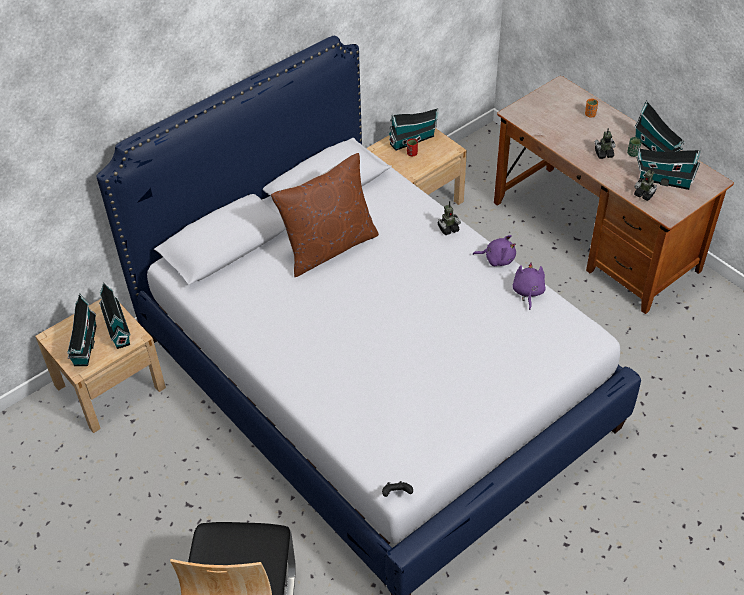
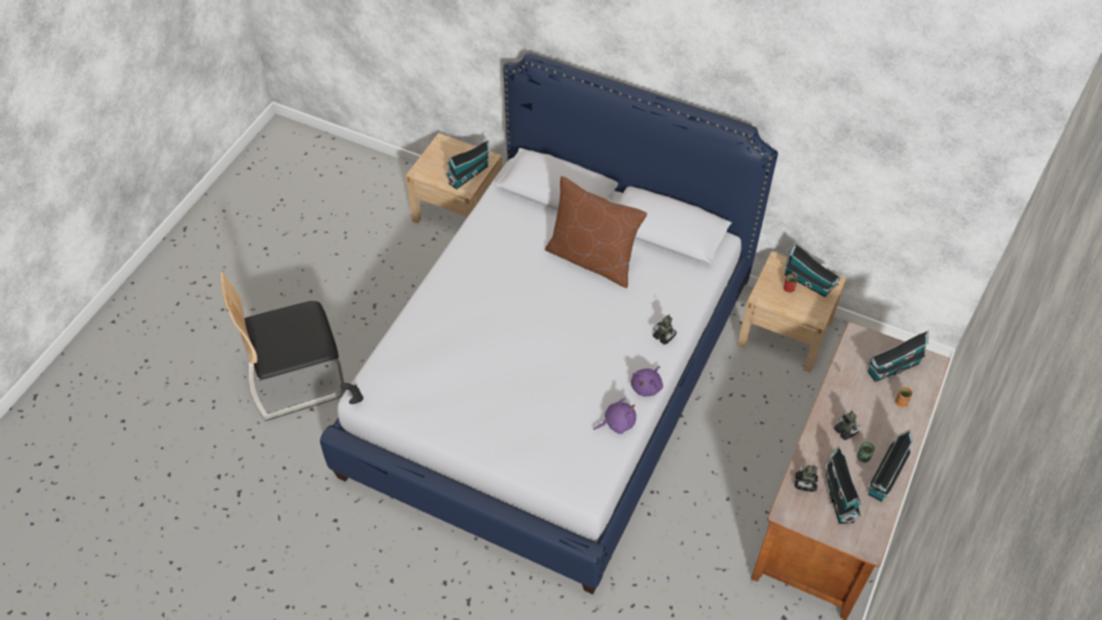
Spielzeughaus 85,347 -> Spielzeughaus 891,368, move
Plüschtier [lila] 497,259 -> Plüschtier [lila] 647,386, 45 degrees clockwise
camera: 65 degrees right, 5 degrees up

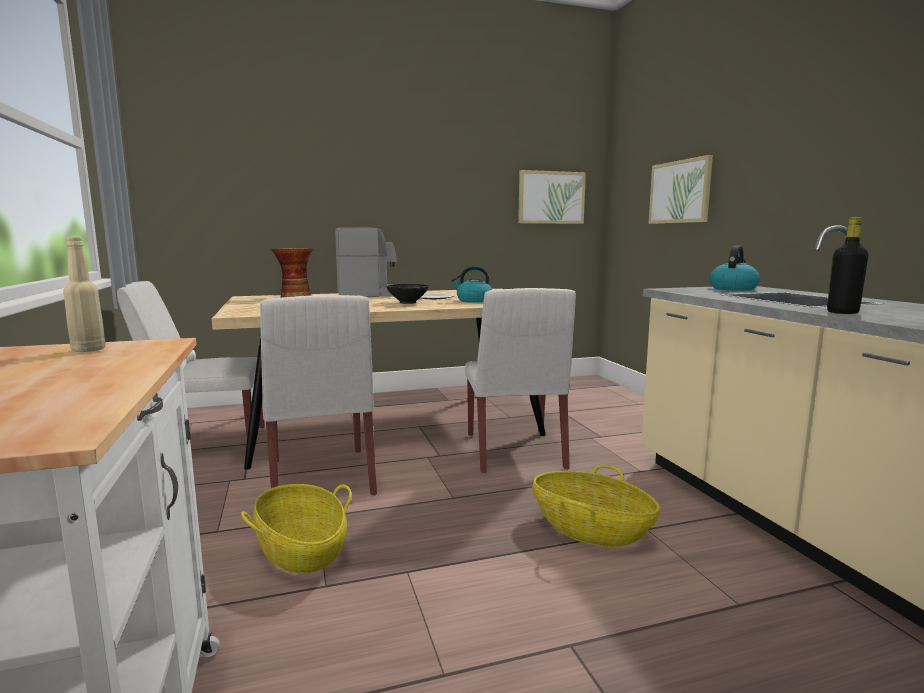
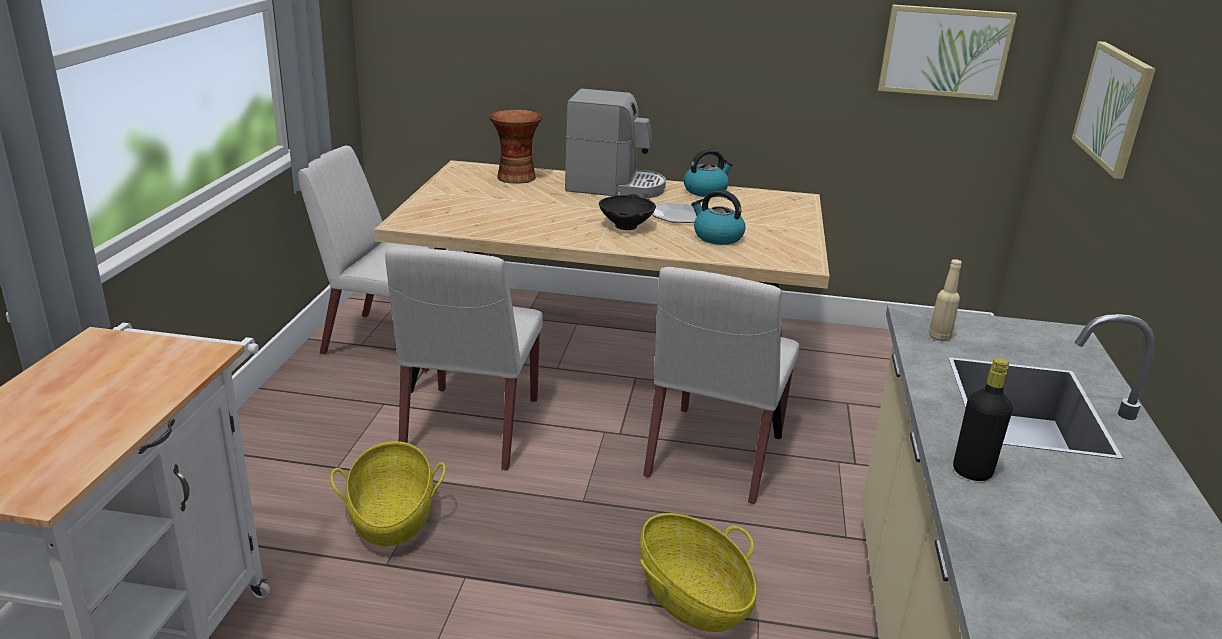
Flasche [beige] 88,350 -> Flasche [beige] 939,337, move
Wasserkessel 733,288 -> Wasserkessel 706,191, move
camera: 25 degrees right, 15 degrees up

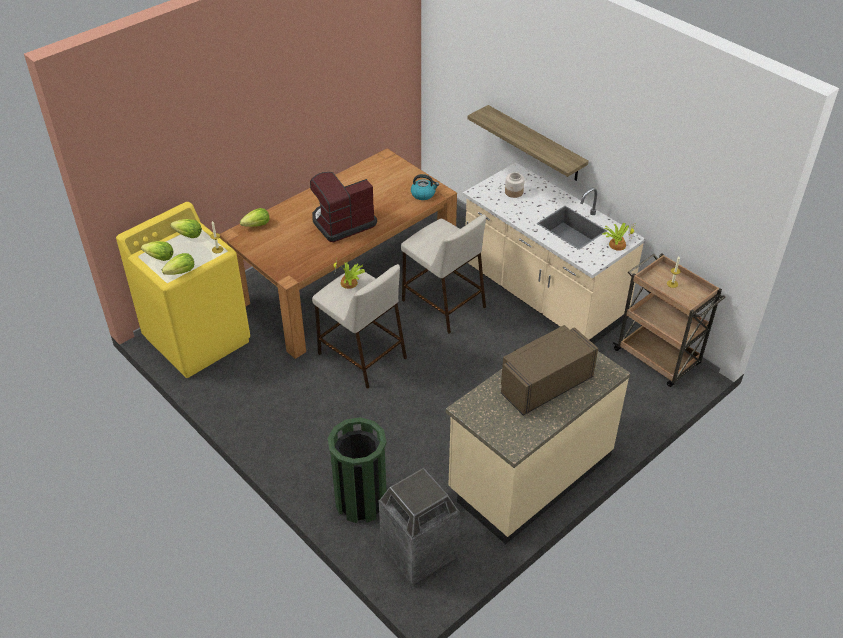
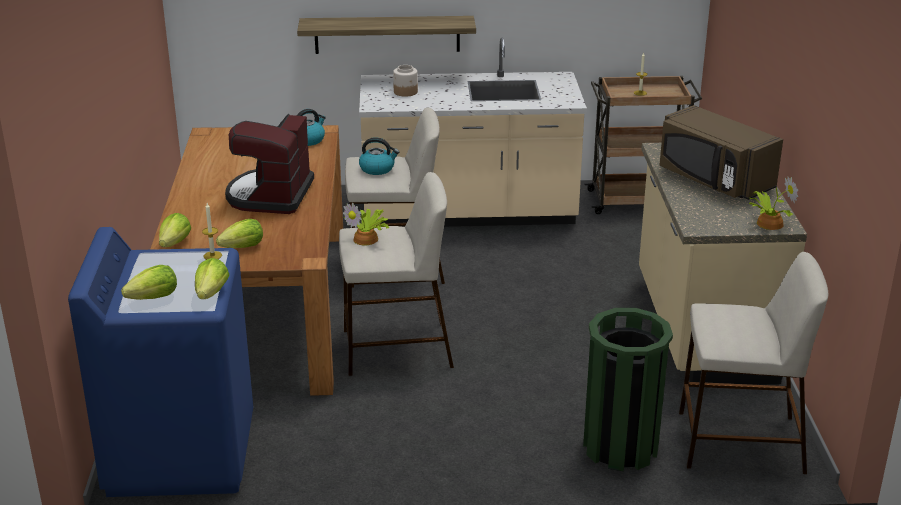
none -> Wasserkessel 377,169
Salatkopf 188,235 -> Salatkopf 243,247, move
Topfpflanze 616,244 -> Topfpflanze 768,223, move
Mülleimer 419,553 -> Hocker [beige] 738,442
Waschmaschine [gelb] 198,339 -> Waschmaschine [blau] 181,453
Mikrowelle [braun] 544,384 -> Mikrowelle [braun] 713,180, 45 degrees counterclockwise
camera: 50 degrees left, 15 degrees down

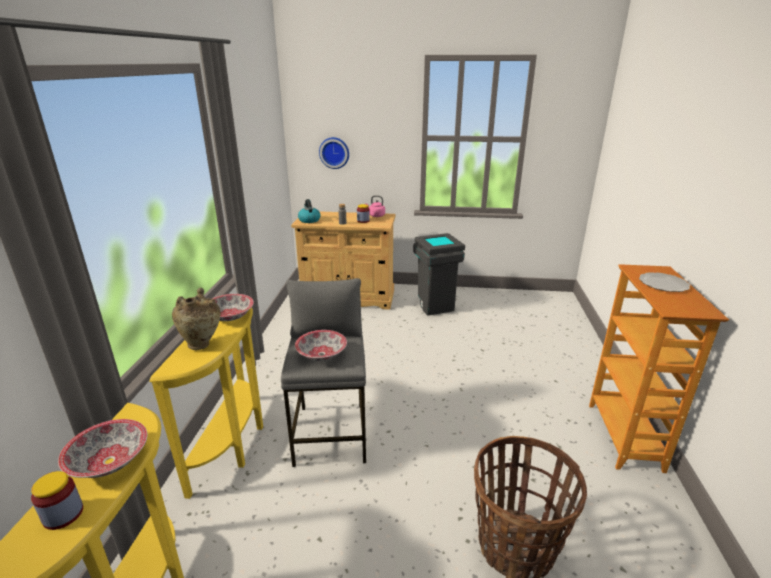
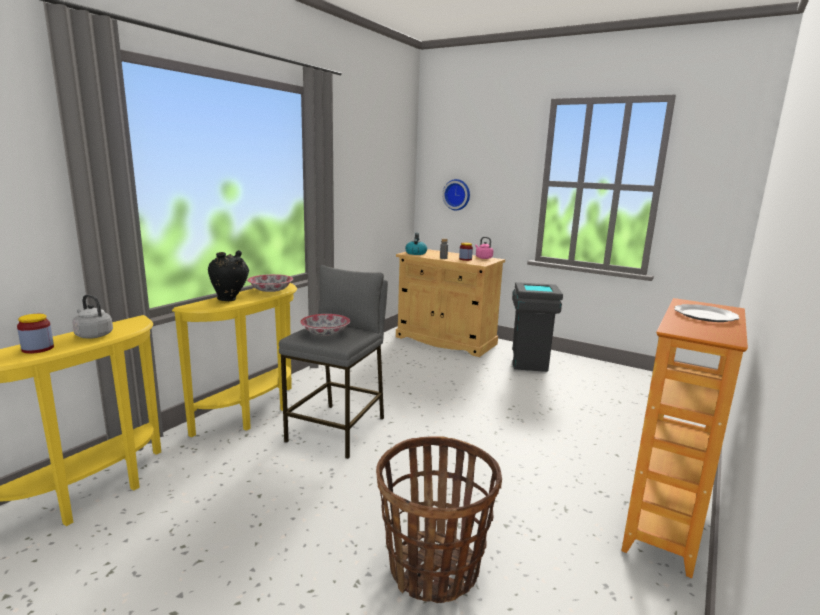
Schüssel 108,461 -> Wasserkessel [grau] 93,335
Vase [beige] 202,344 -> Vase [schwarz] 230,299
camera: 25 degrees right, 10 degrees down

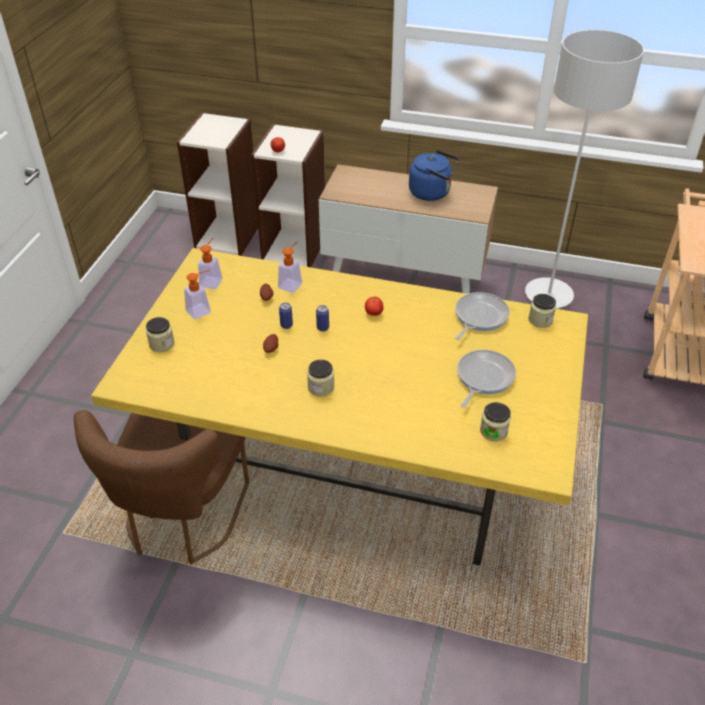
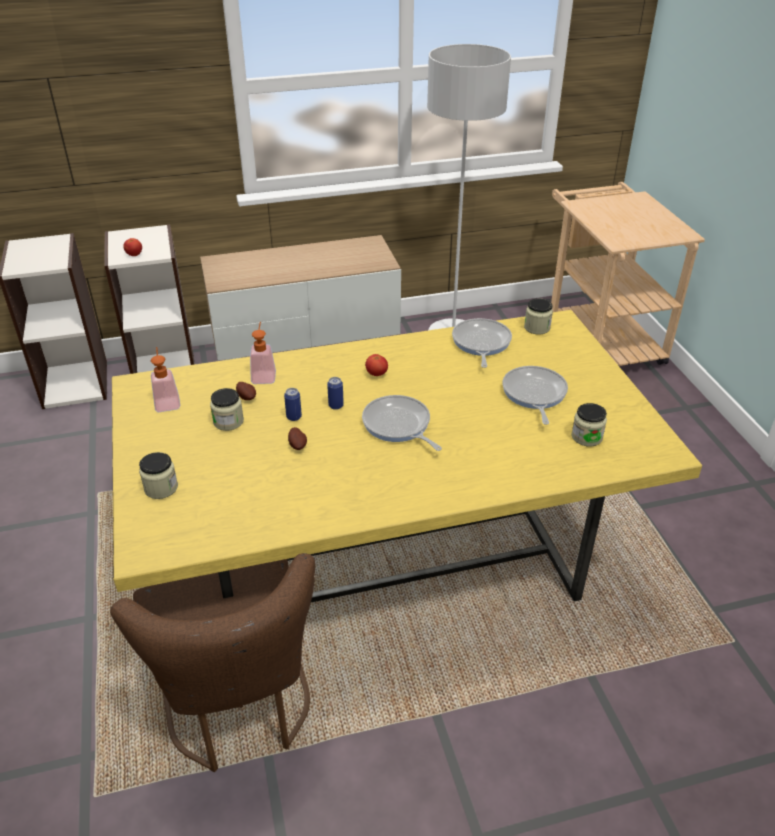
Seifenspender 202,310 -> none
Wasserkessel [blau] 432,193 -> none
none -> Pfanne 398,425
Vorratsglas 321,387 -> Vorratsglas 228,421, move
camera: 30 degrees left, 5 degrees down

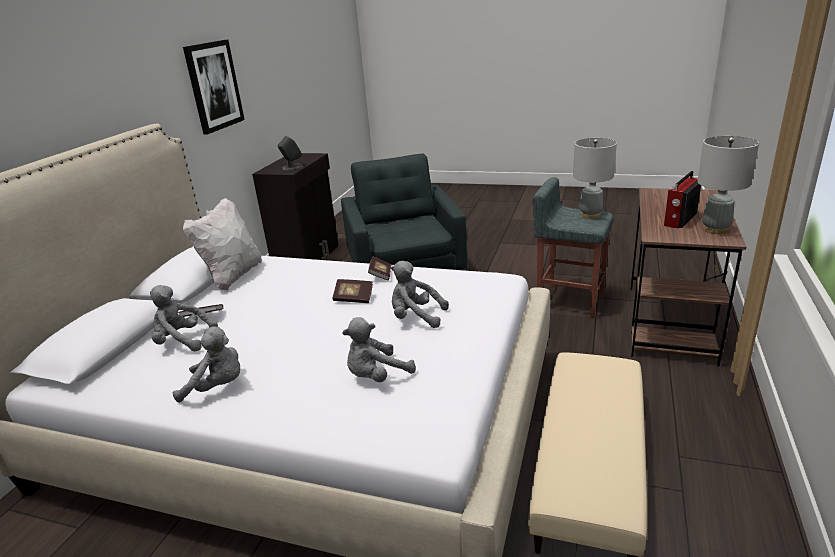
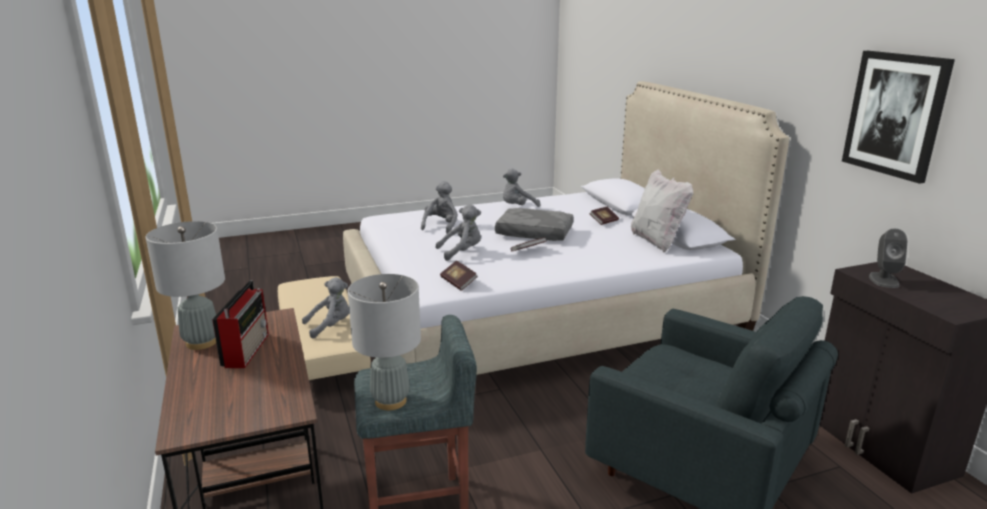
none -> Kissen [grau] 533,233
Plüschtier [grau] 183,341 -> Plüschtier [grau] 330,326, move
Buch 380,275 -> Buch 458,282, move
camera: 140 degrees right, 5 degrees down

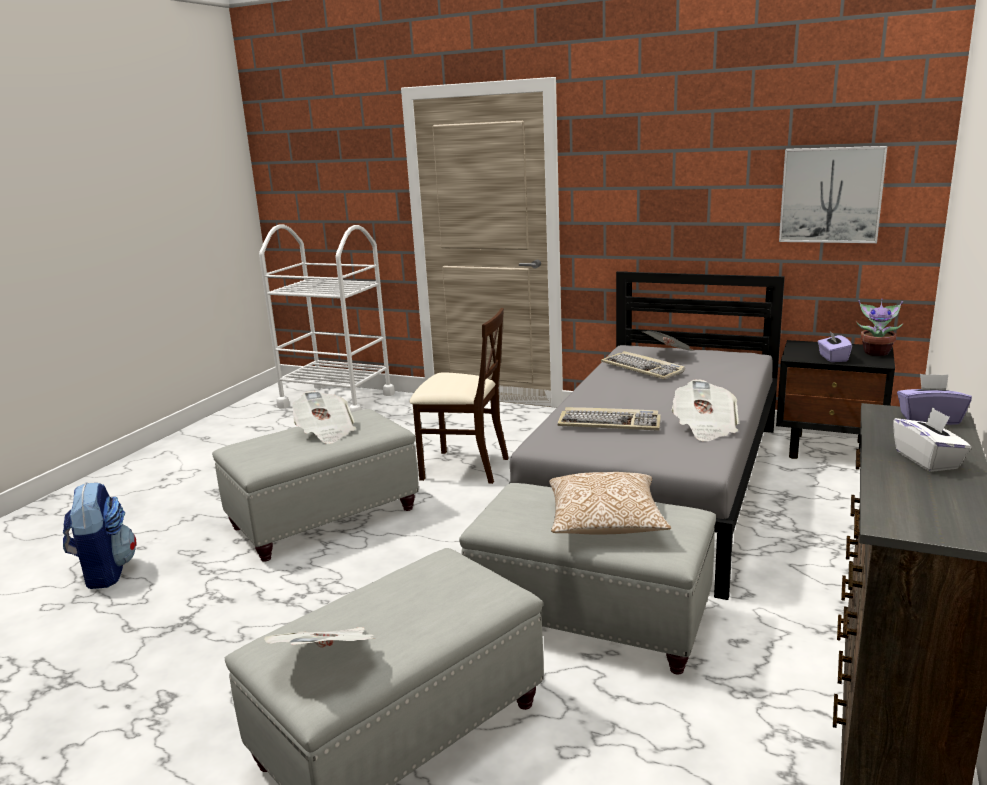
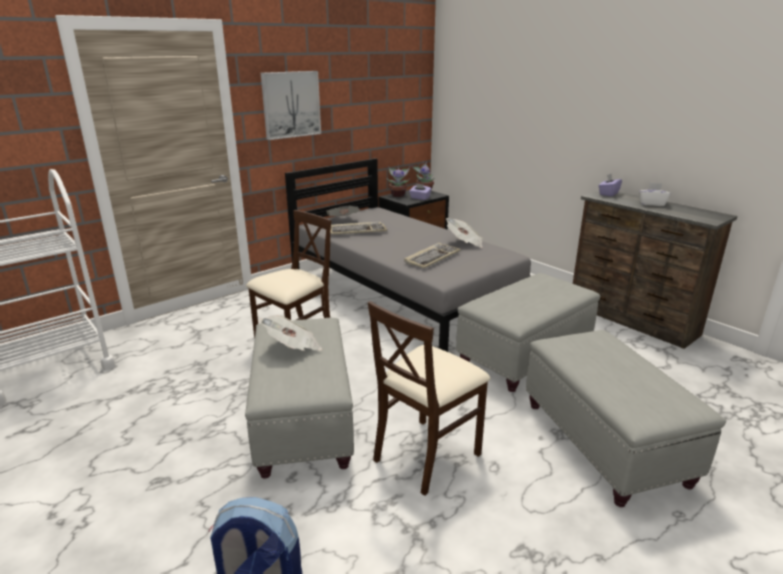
Zeitung 328,660 -> none
Kissen 605,523 -> none
none -> Stuhl [beige] 426,454
none -> Topfpflanze 398,195
Bild 831,195 -> Bild 291,104, move
camera: 65 degrees left, 5 degrees up

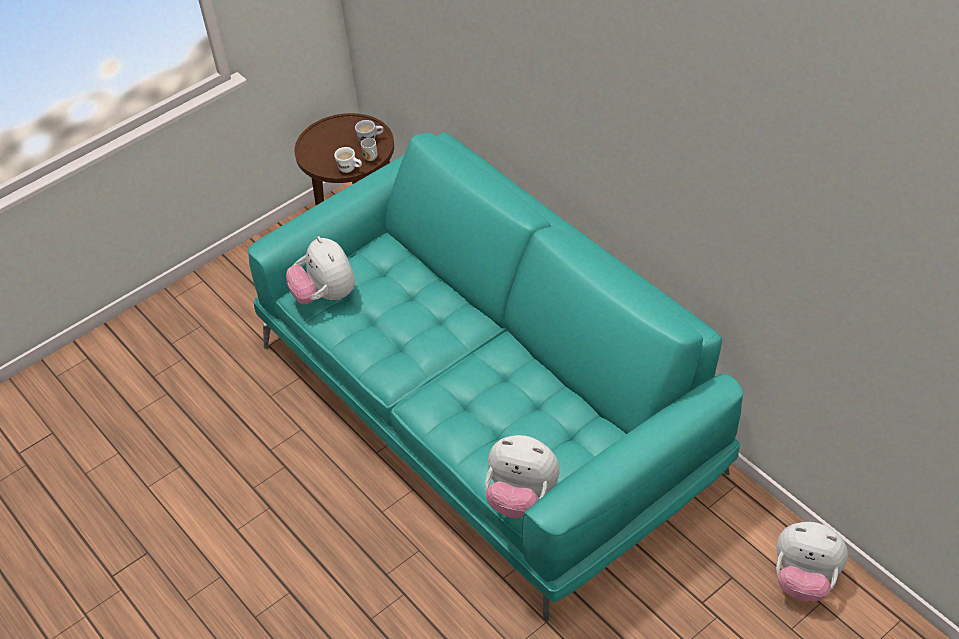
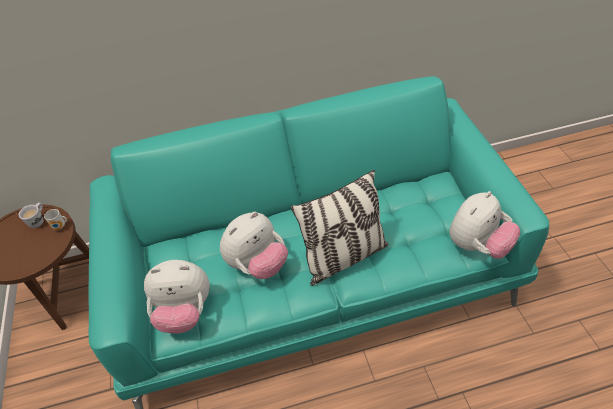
Henkelbecher [weiß] 350,169 -> none
none -> Kissen 344,257
Plüschtier 805,579 -> Plüschtier 257,265, move
camera: 65 degrees left, 0 degrees up

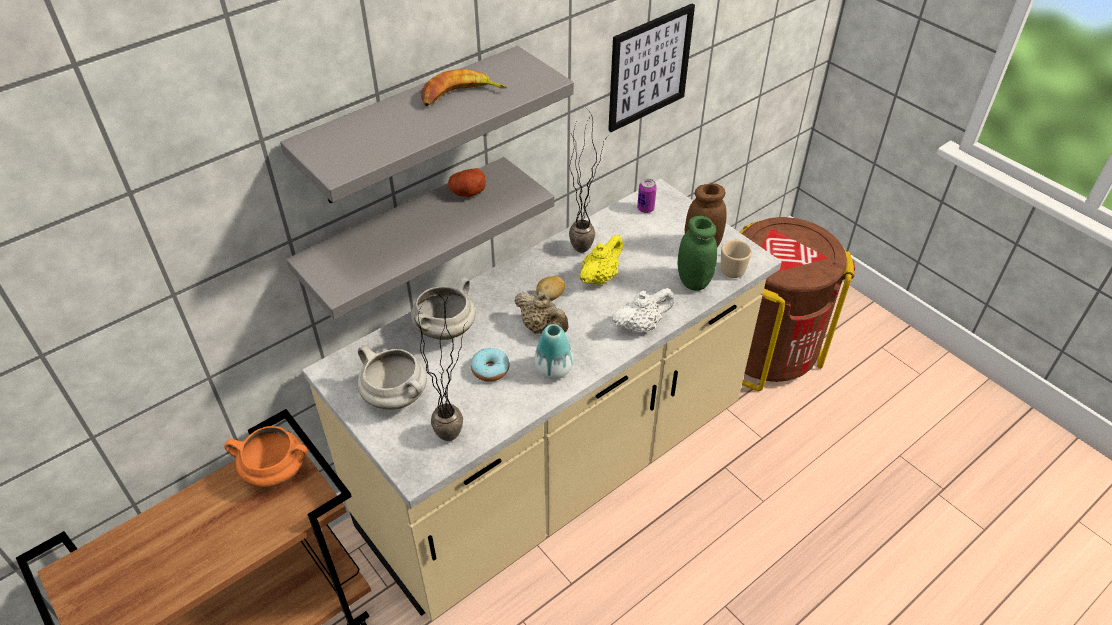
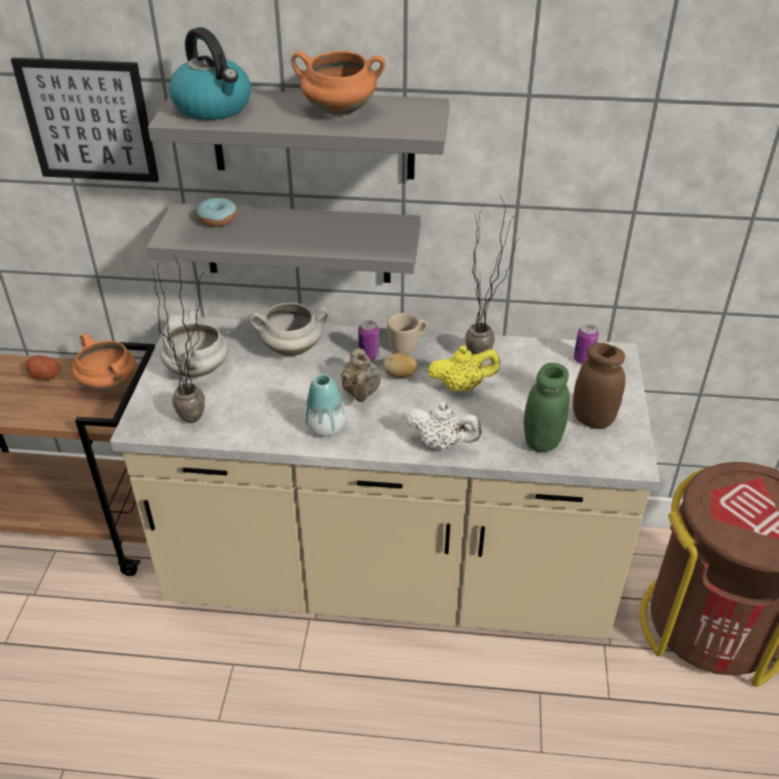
none -> Wasserkessel 214,107
none -> Dose 368,355
Kartoffel 467,192 -> Kartoffel 44,375, move
Donut 490,369 -> Donut 217,219, move
Bild 649,68 -> Bild 88,121, move
Henkelbecher [beige] 732,268 -> Henkelbecher [beige] 407,345, move
Banane 460,95 -> Kochtopf [orange] 338,111
camera: 45 degrees right, 5 degrees down

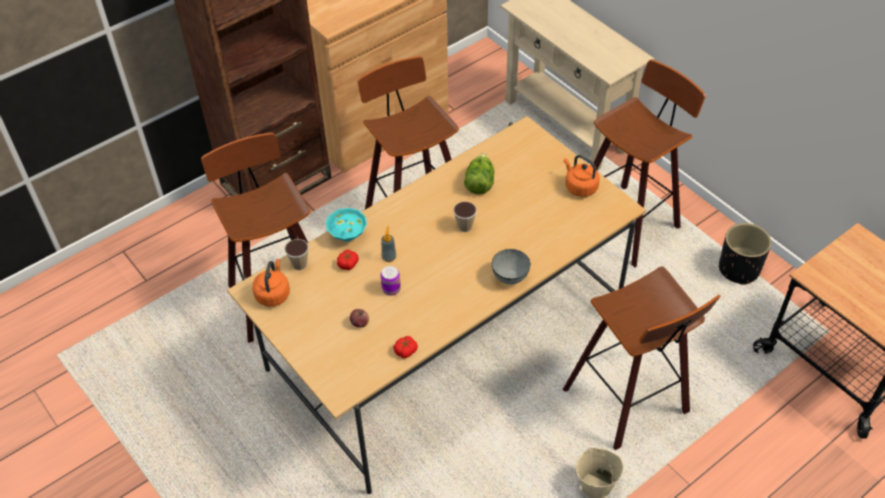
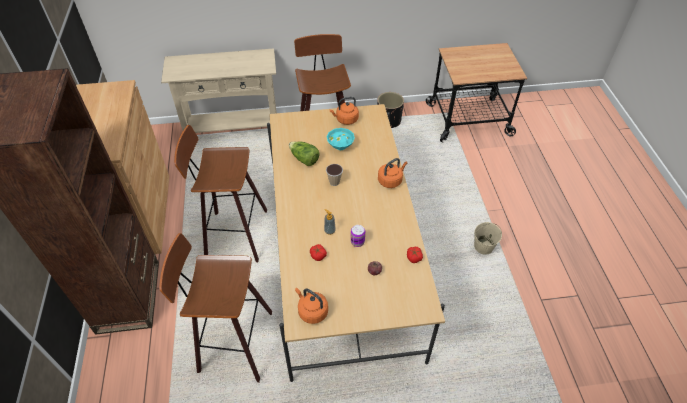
Tasse 299,264 -> none
Hocker 630,401 -> none
Schüssel [türkis] 348,236 -> Schüssel [türkis] 341,146, move
Schüssel [grau] 510,277 -> Wasserkessel [orange] 391,180
camera: 60 degrees left, 0 degrees up

